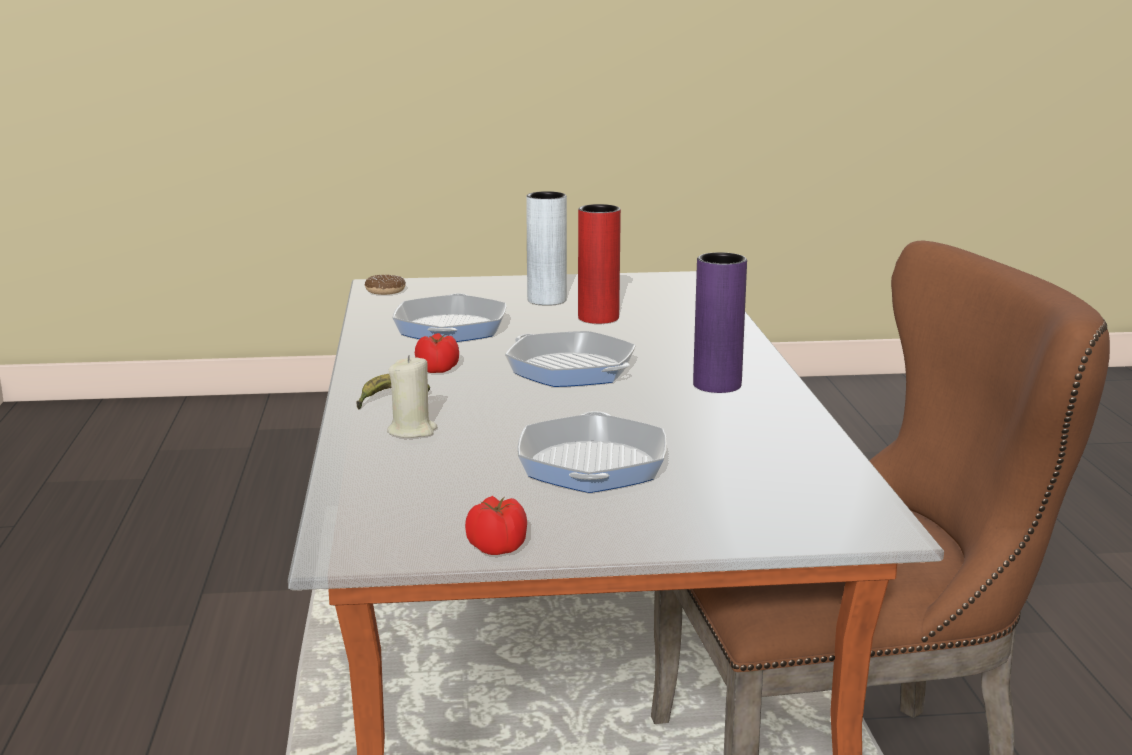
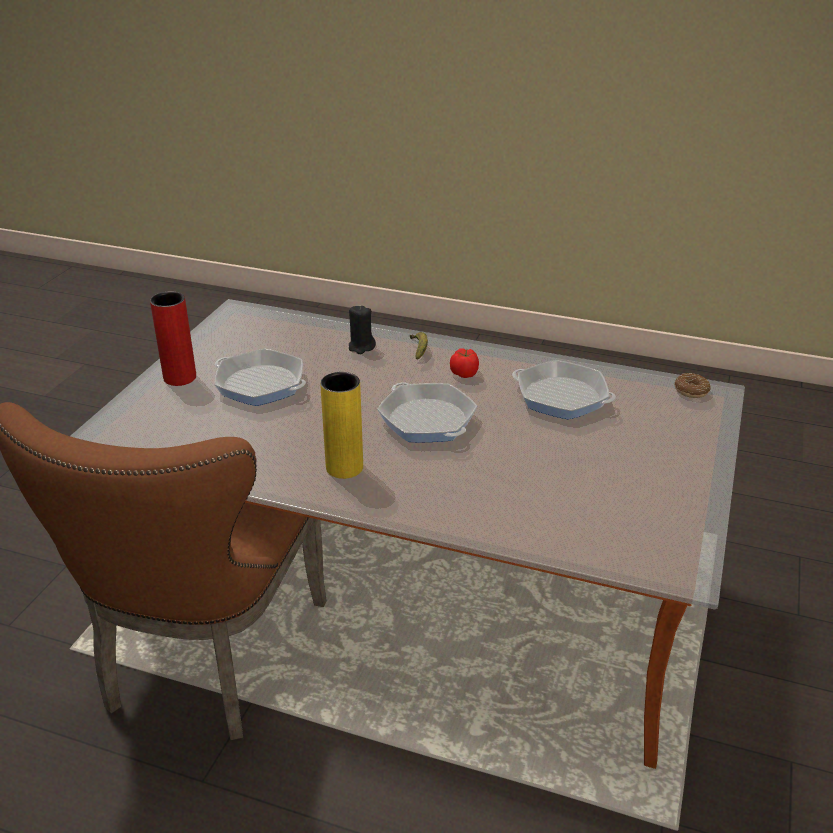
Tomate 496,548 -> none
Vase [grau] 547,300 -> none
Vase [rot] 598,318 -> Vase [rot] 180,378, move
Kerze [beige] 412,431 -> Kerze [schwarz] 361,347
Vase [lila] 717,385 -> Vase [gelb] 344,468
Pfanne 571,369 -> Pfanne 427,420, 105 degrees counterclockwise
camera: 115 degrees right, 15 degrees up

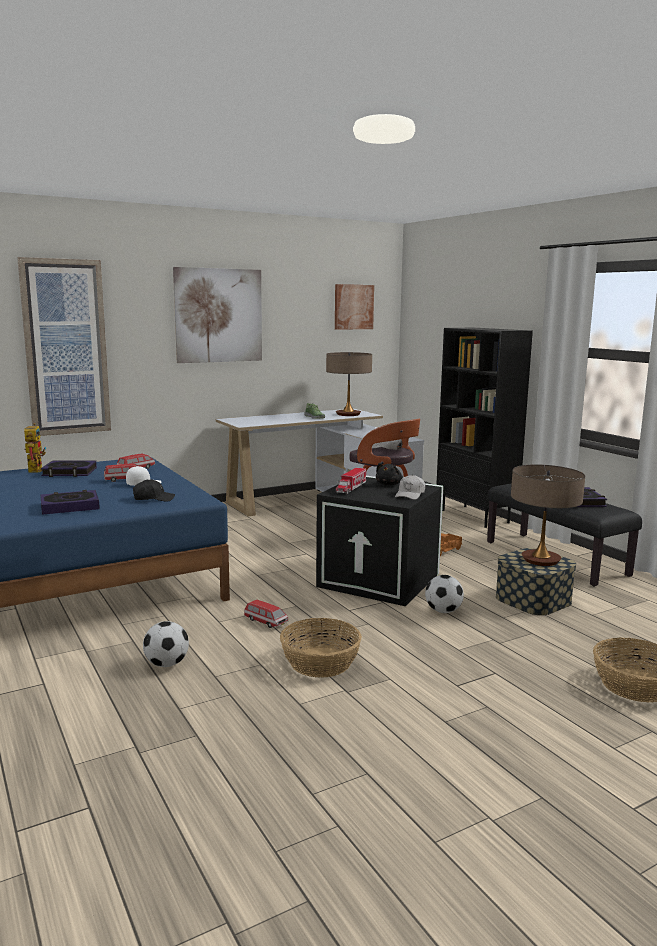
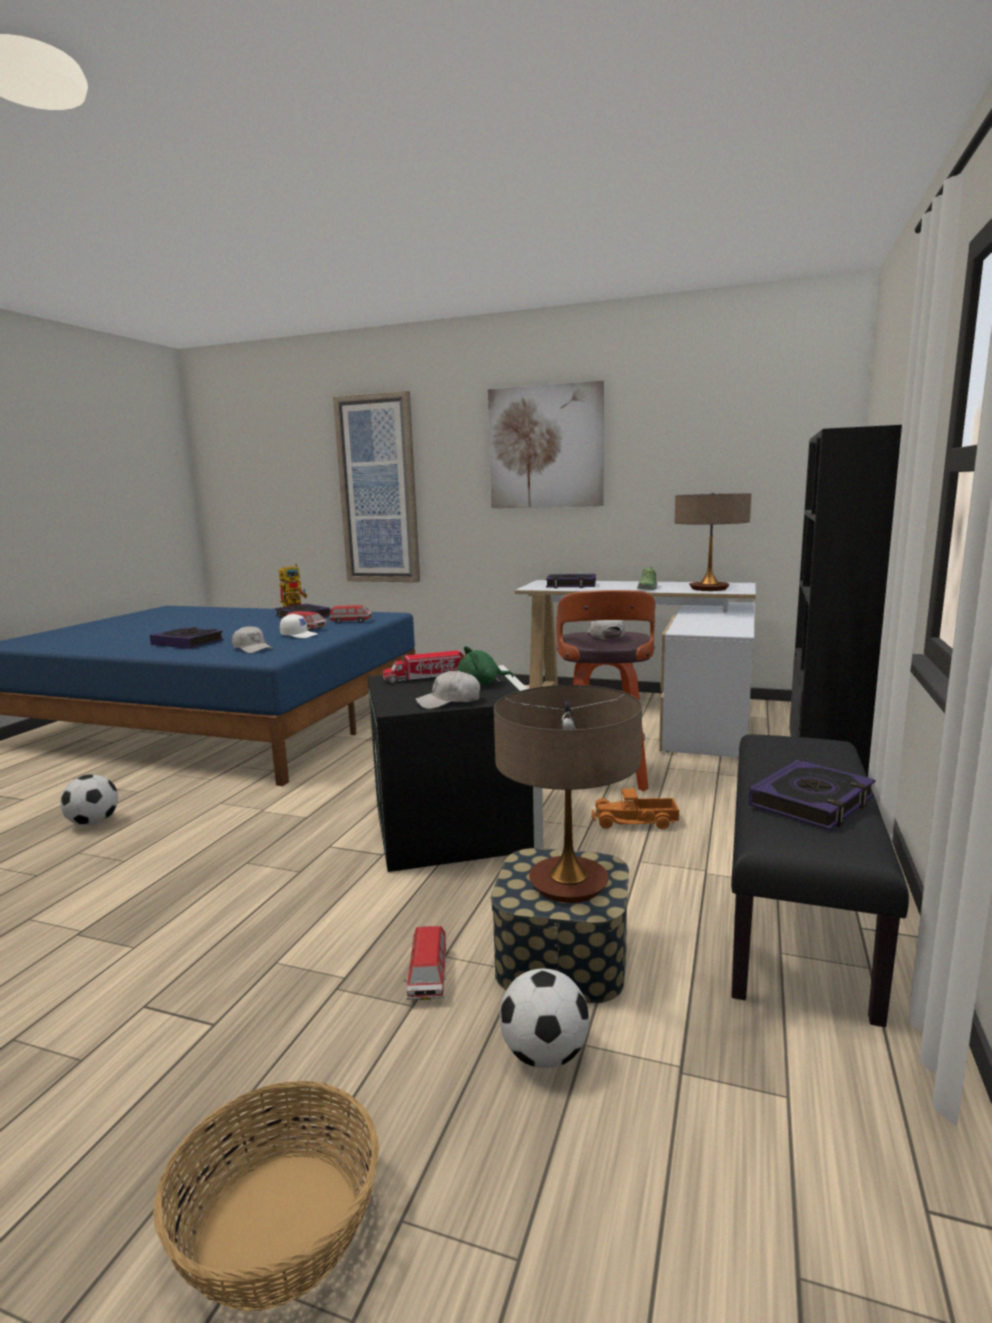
Korb 319,662 -> none
Bild 353,307 -> none
none -> Buch 571,585
Spielzeugauto 266,622 -> Spielzeugauto 428,976, move
Fußball 443,611 -> Fußball 545,1055, move
Kappe [schwarz] 153,498 -> Kappe [weiß] 252,649
Plüschtier [schwarz] 389,484 -> Plüschtier [grün] 481,683
camera: 50 degrees right, 0 degrees up

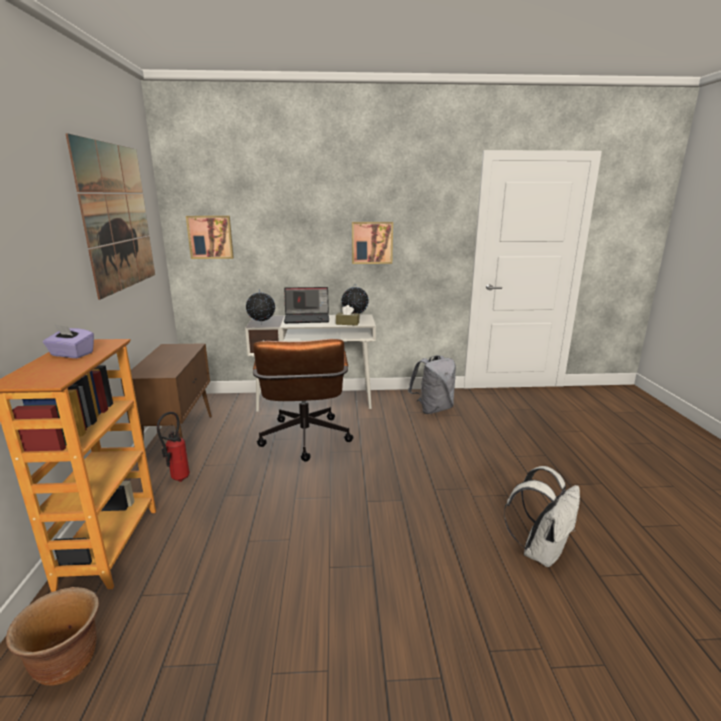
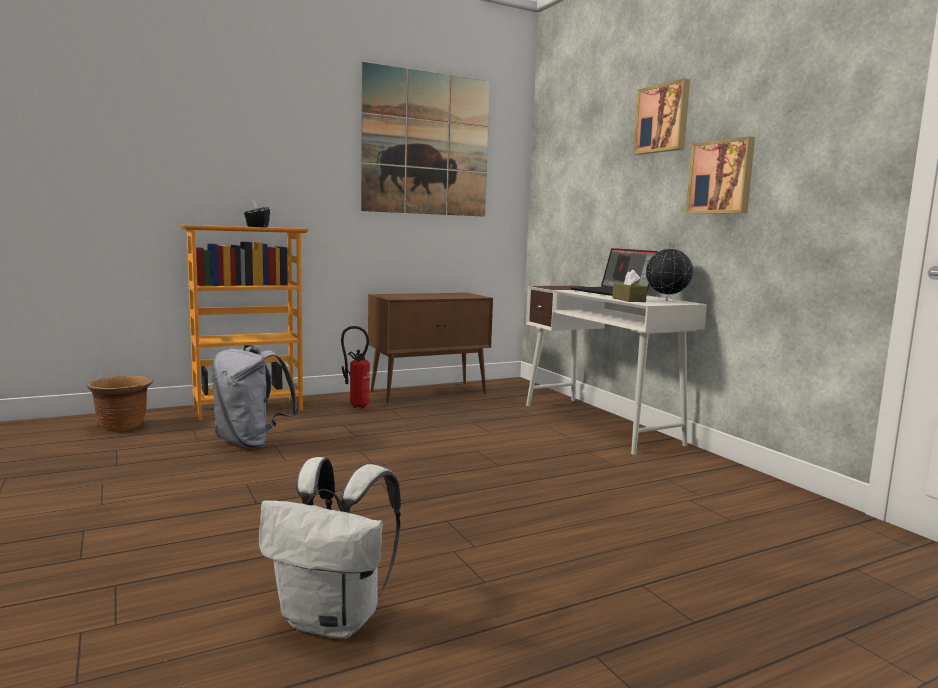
Globus 262,324 -> none
Bürostuhl [braun] 305,441 -> none
Bild 210,237 -> Bild 663,119, move
Rucksack [grau] 433,409 -> Rucksack [grau] 251,443, move
Taschentuchbox [lila] 71,354 -> Taschentuchbox [schwarz] 257,226
camera: 65 degrees right, 10 degrees down

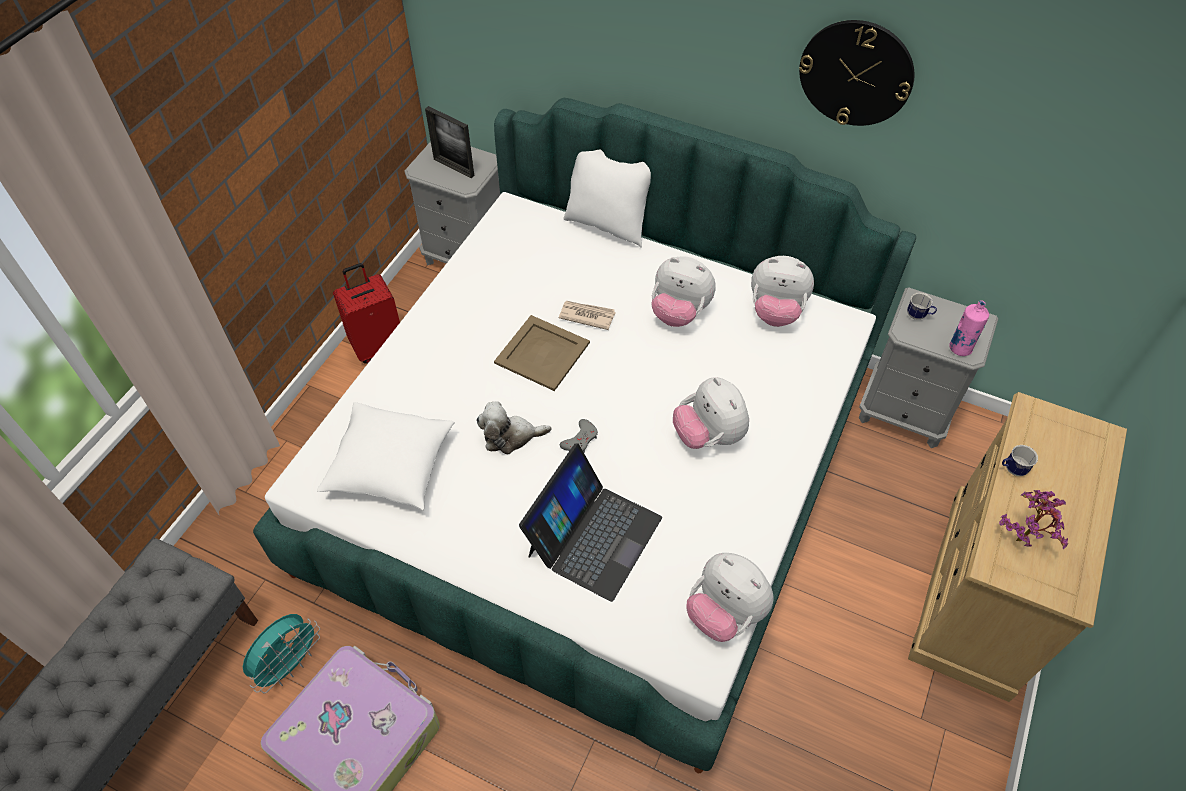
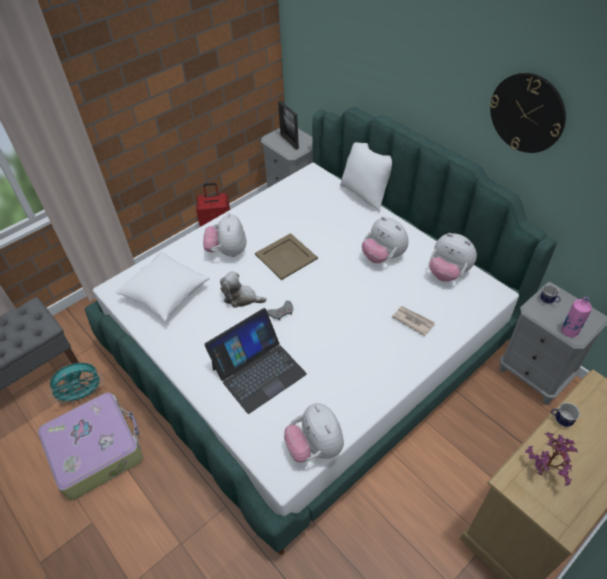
Zeitung 586,315 -> Zeitung 413,321, move
Plüschtier 708,435 -> Plüschtier 227,251, move
camera: 25 degrees right, 5 degrees down

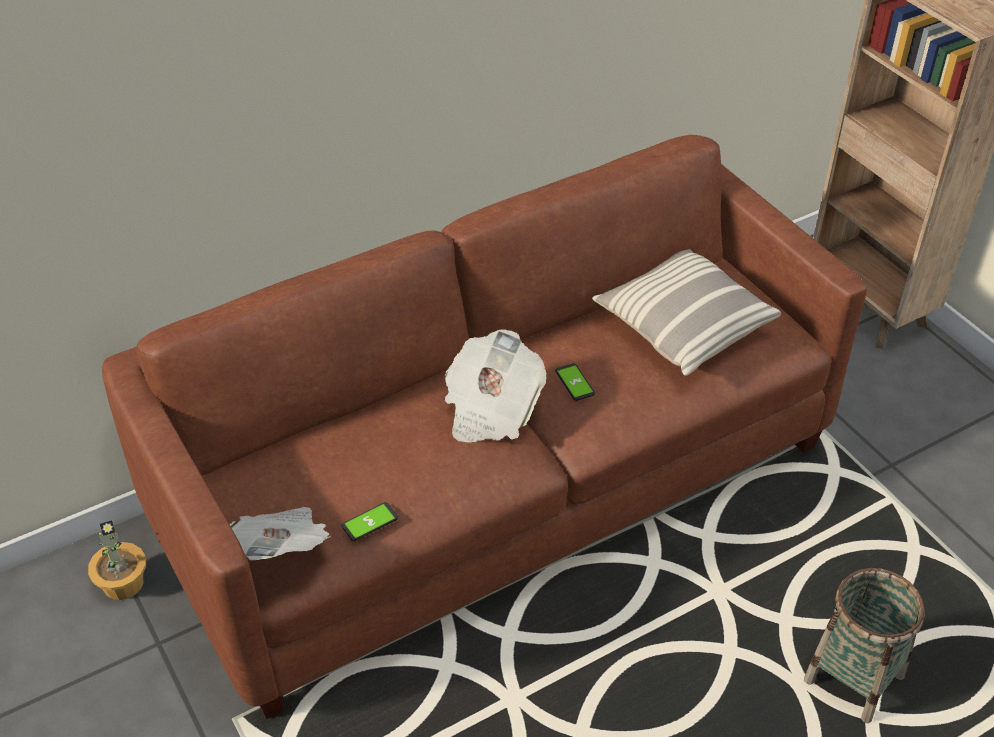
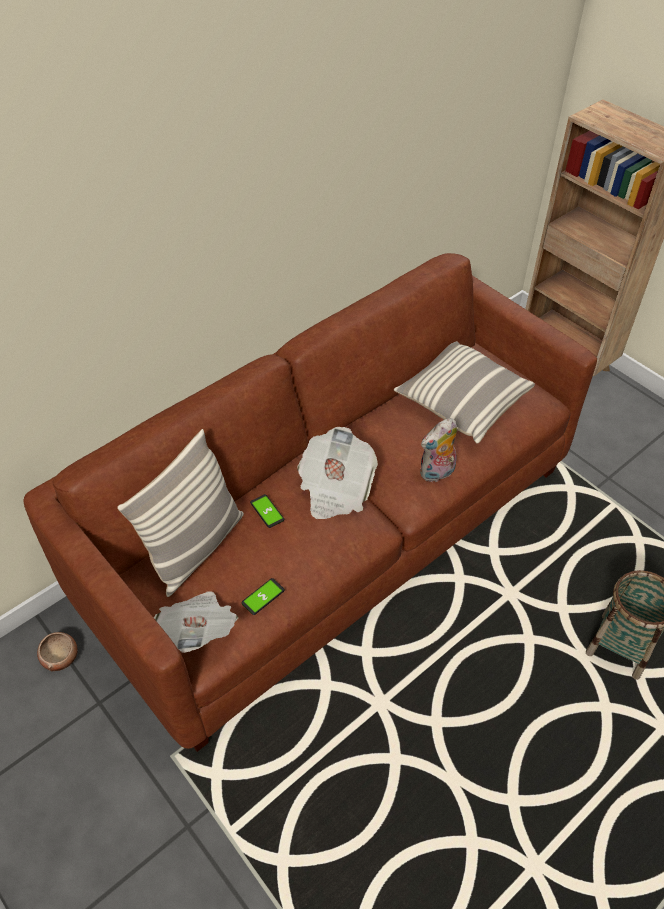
none -> Kissen 195,548
none -> Plüschtier 437,473
Handy 574,383 -> Handy 267,511, move
Topfpflanze 123,582 -> Schüssel 60,656
camera: 10 degrees left, 5 degrees up

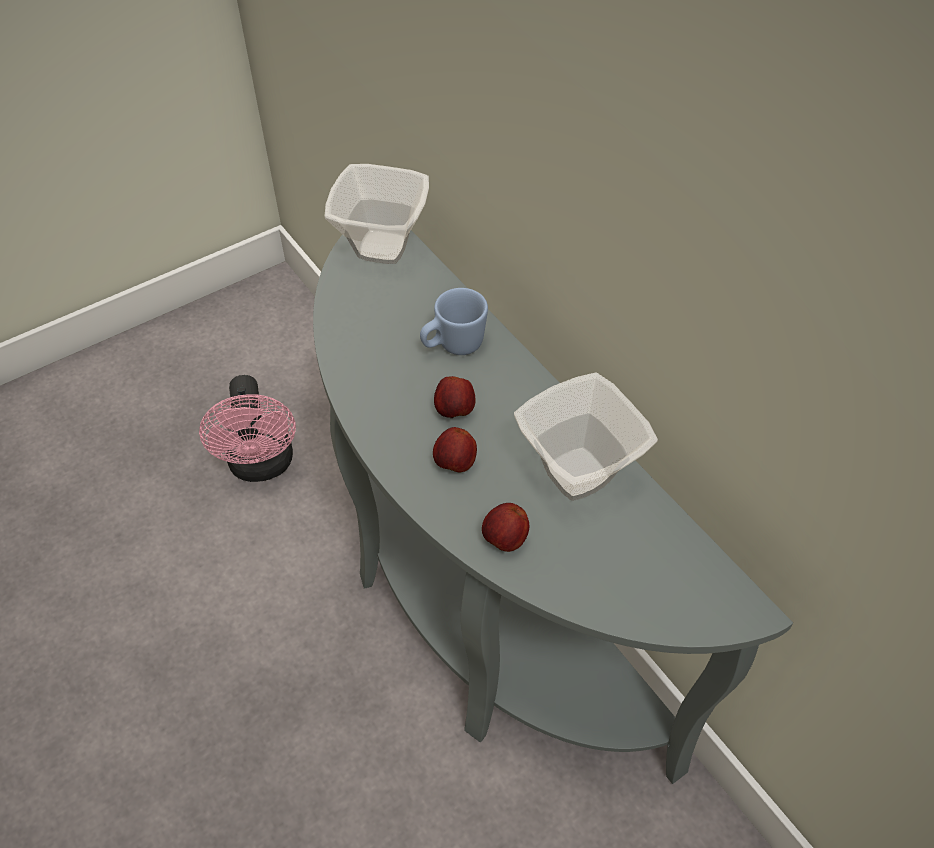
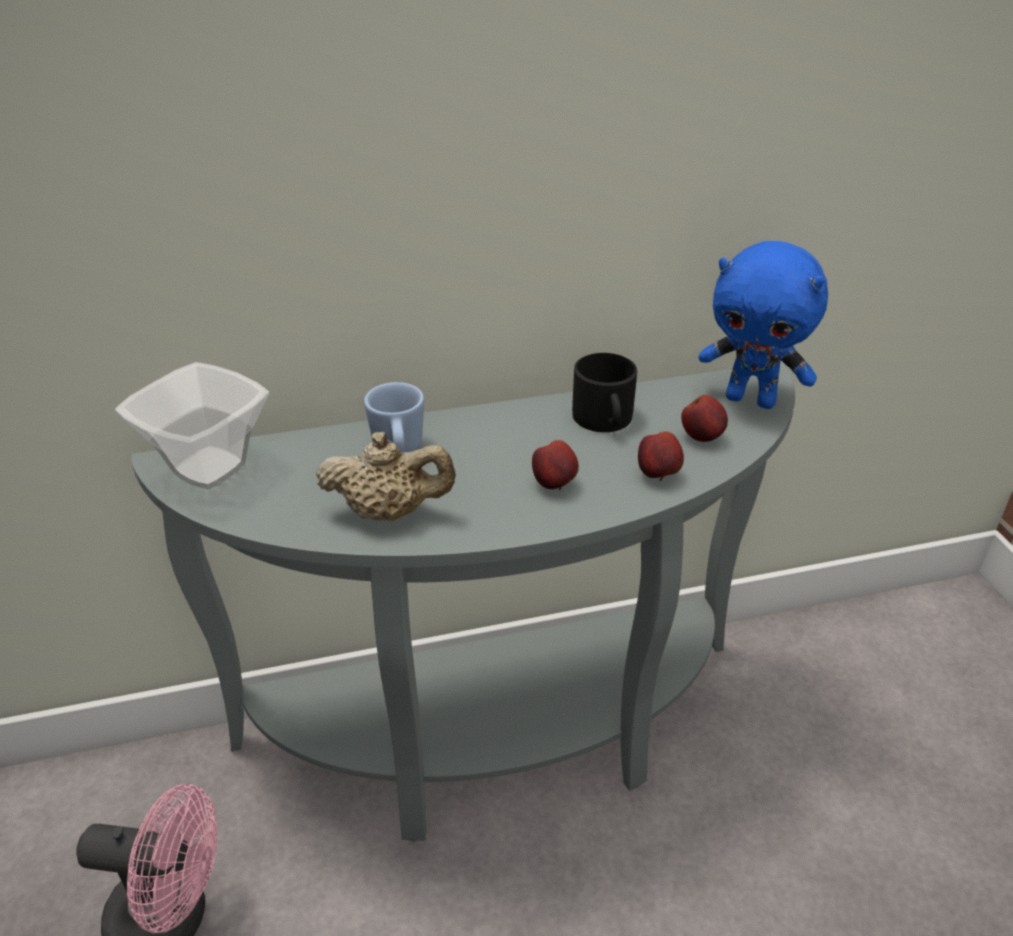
none -> Teekanne [beige] 389,512
none -> Plüschtier [blau] 751,400
Apfel 455,411 -> Apfel 702,437, move
Schüssel 576,476 -> Henkelbecher [schwarz] 604,419
camera: 70 degrees left, 15 degrees down

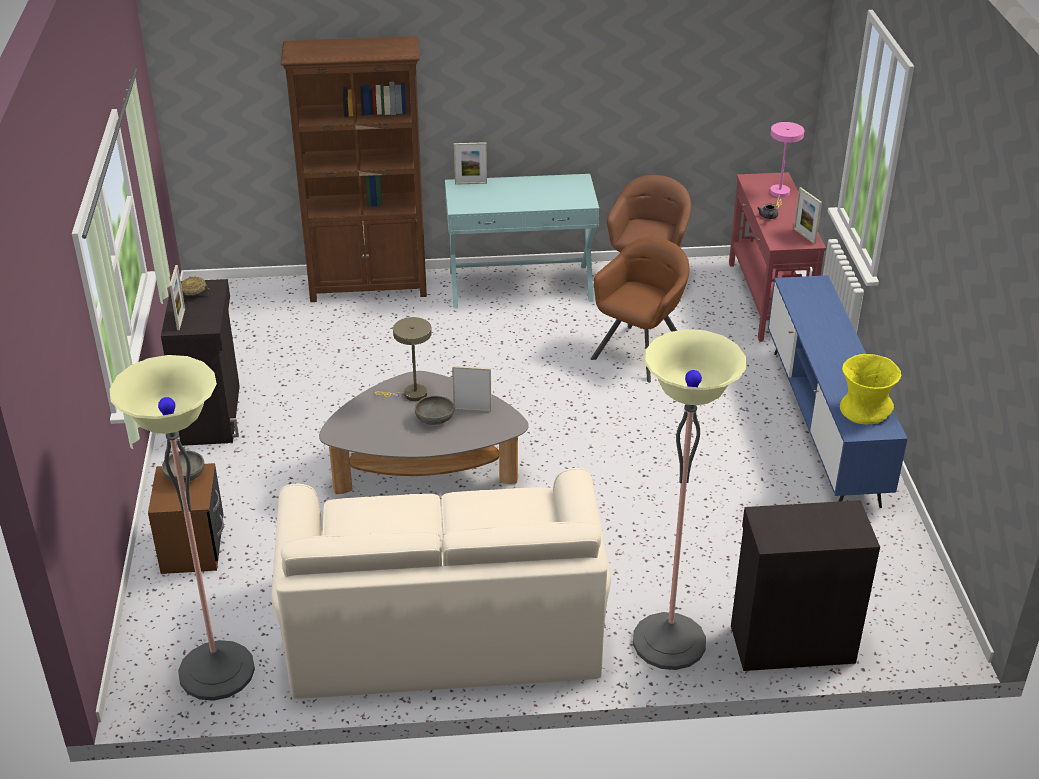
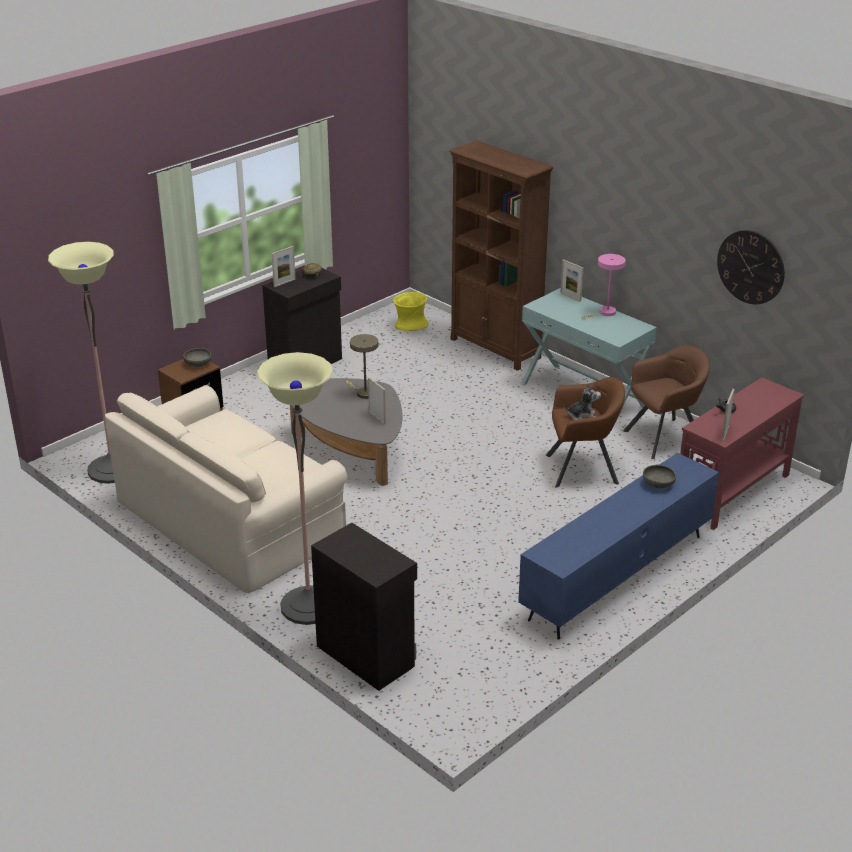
none -> Plüschtier 582,416
none -> Wanduhr 751,267
Schüssel [grau] 434,419 -> Schüssel [grau] 658,484, move
Tischlampe [rosa] 779,194 -> Tischlampe [rosa] 604,313, move
Vase [gelb] 864,409 -> Vase [gelb] 411,325, move
camera: 50 degrees right, 5 degrees down

